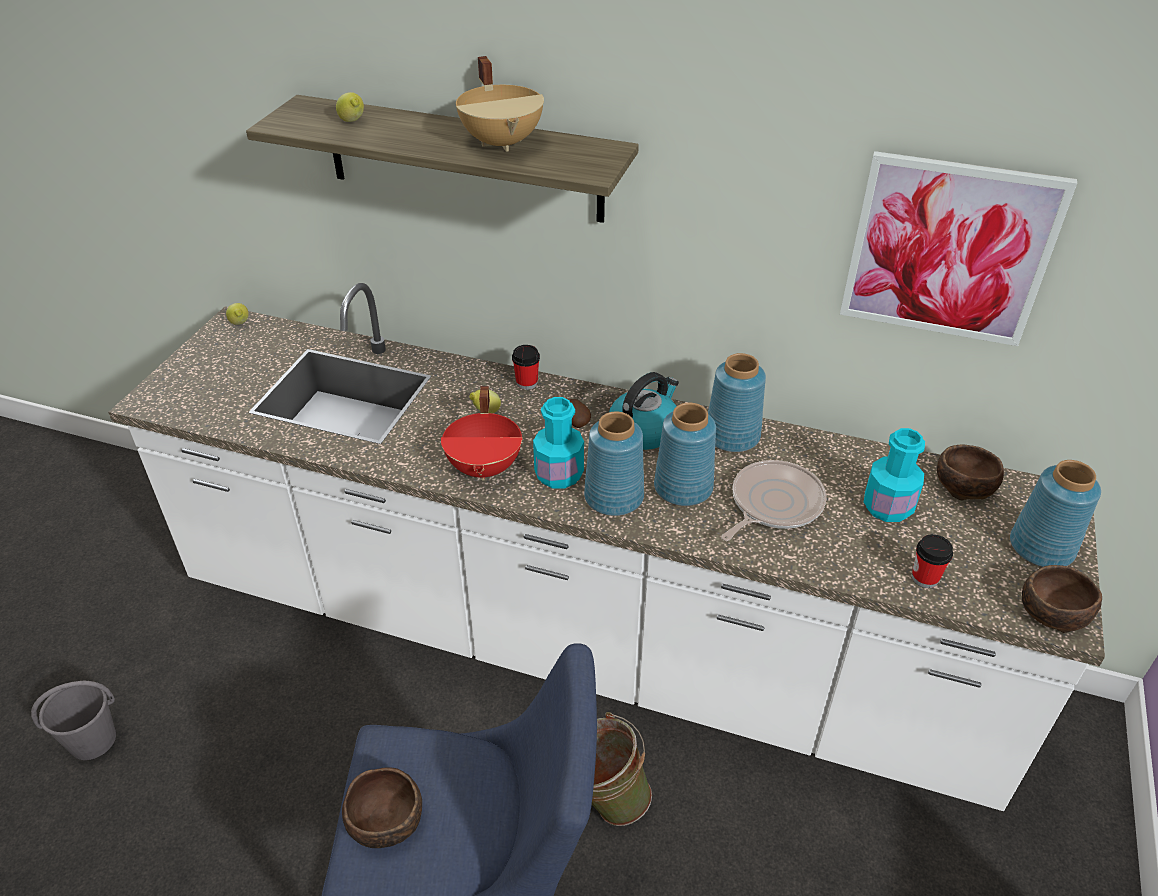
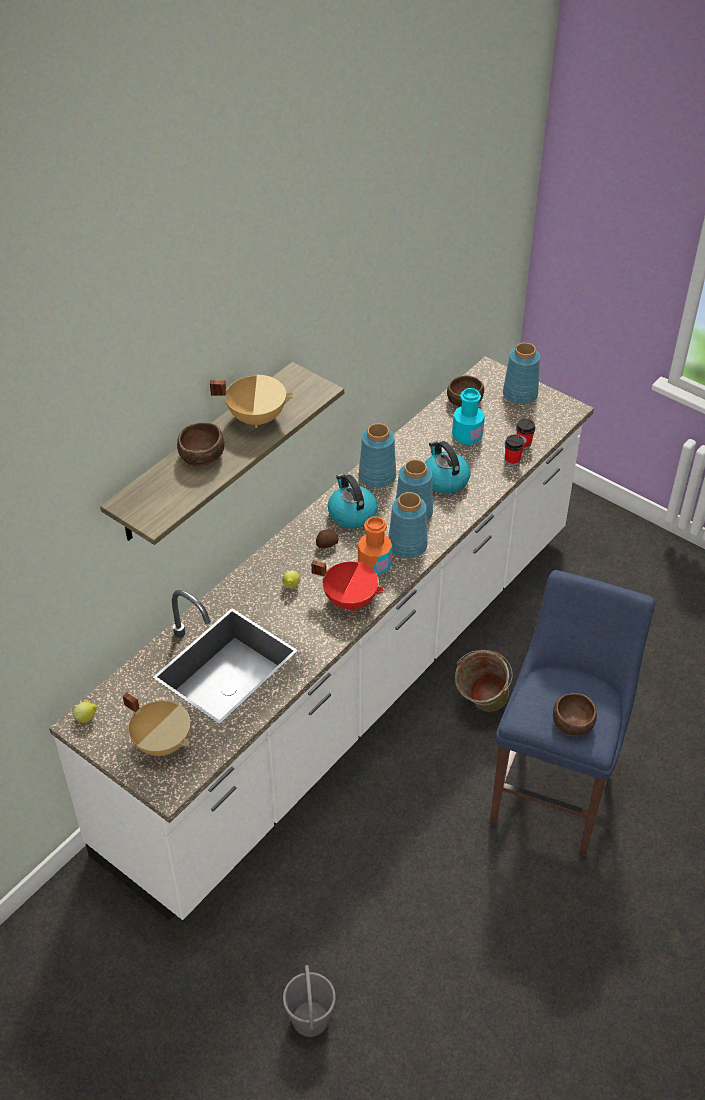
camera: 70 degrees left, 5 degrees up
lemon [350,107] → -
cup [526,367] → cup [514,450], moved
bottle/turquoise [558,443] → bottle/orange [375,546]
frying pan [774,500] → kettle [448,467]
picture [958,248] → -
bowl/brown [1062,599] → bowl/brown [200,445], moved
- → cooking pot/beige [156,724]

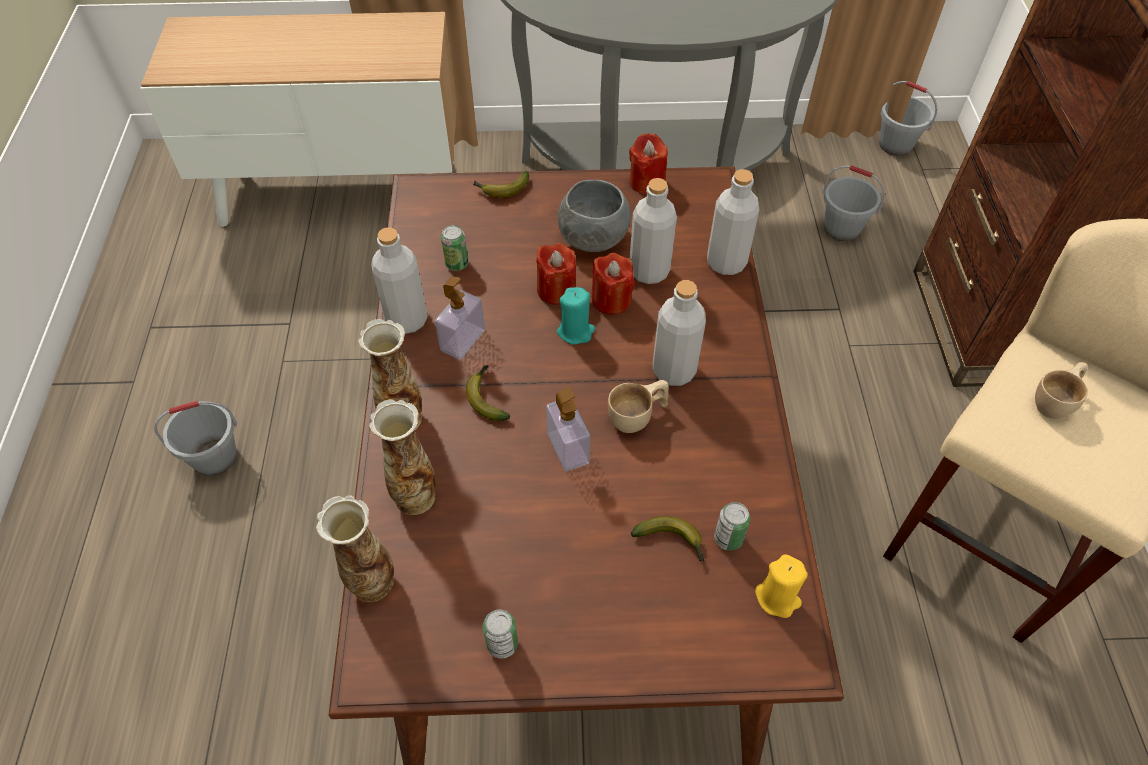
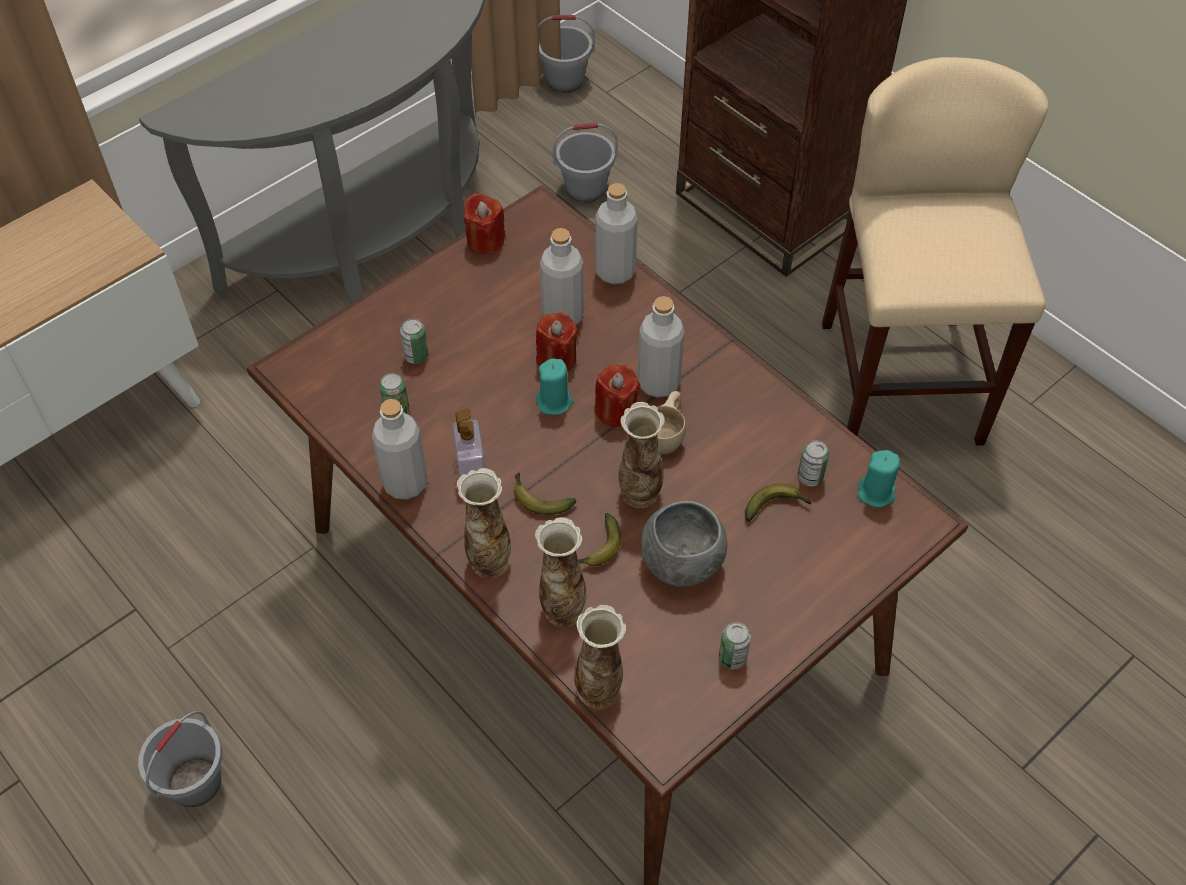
camera: 40 degrees left, 0 degrees up
banana [501,184] → banana [599,539], moved
candle/red [556,274] → candle/red [617,396], moved
soap dispenser [568,429] → vase [642,455]
bowl/grey [594,216] → bowl/grey [684,544], moved
candle/yellow [781,586] → candle/turquoise [879,478]
cup/beige [1061,390] → -
- → can [414,341]

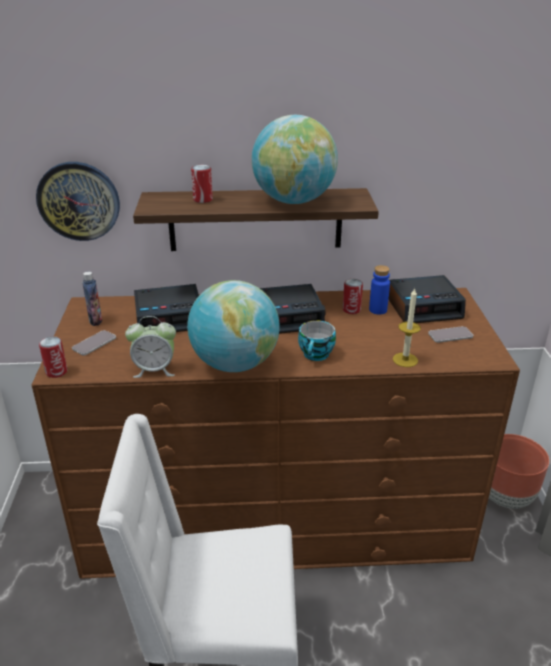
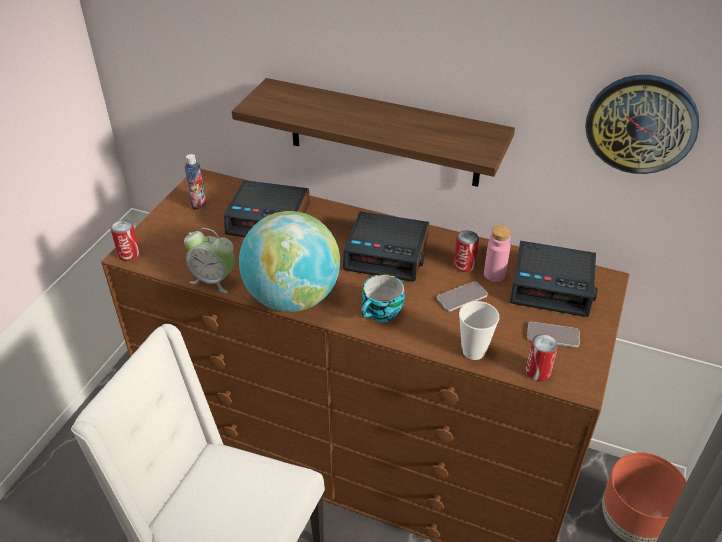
camera: 25 degrees right, 10 degrees up
wall clock [78,201] → wall clock [642,124], moved
phone [94,342] → phone [462,296], moved
can [202,184] → can [542,357], moved
globe [295,159] → -
bottle/blue [379,290] → bottle/pink [497,253]
candle [407,327] → cup [479,330]

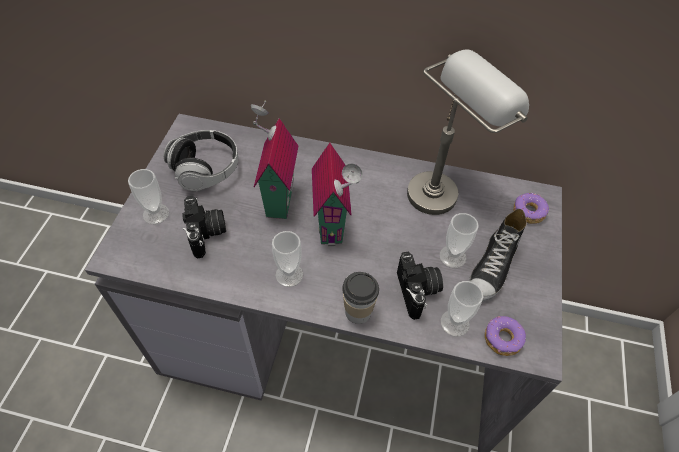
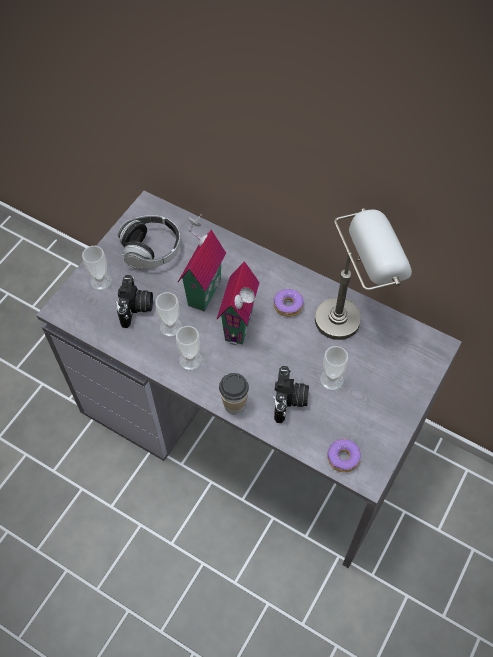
camera: 20 degrees right, 5 degrees up
cup [461,309] → cup [168,314], moved
shoe [498,255] → -
donut [531,208] → donut [288,303], moved

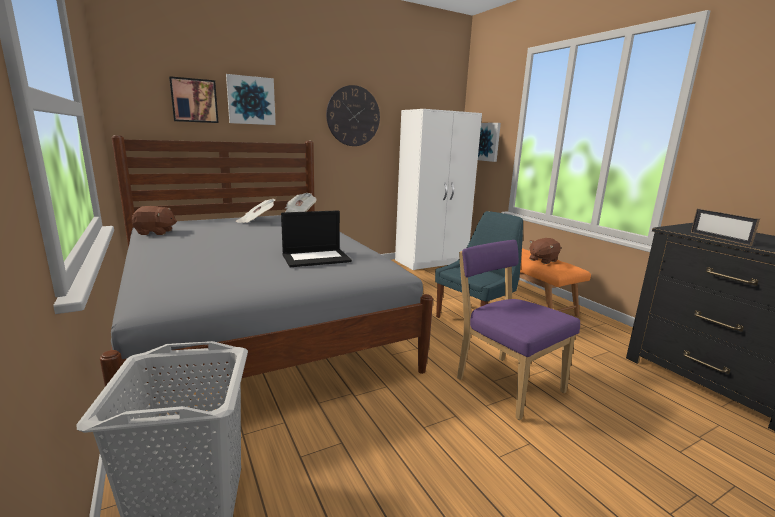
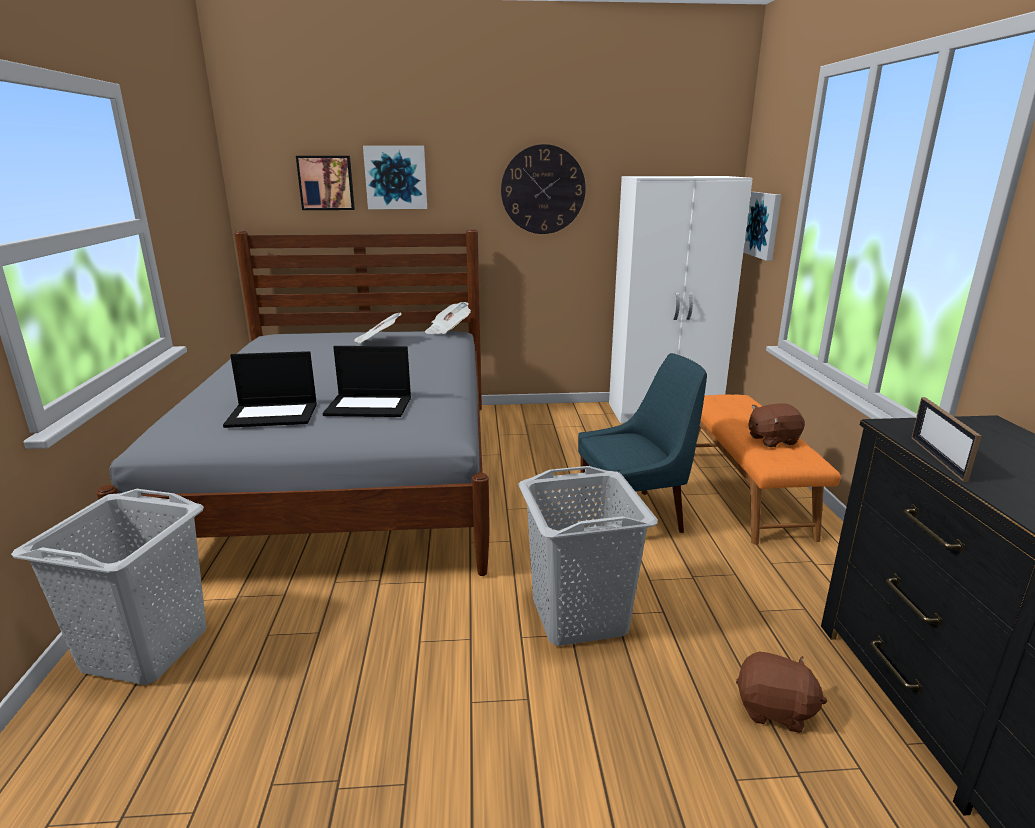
camera: 25 degrees right, 5 degrees up
plush toy/brown [154,220] → plush toy/brown [781,692], moved
chair/purple [518,330] → laundry basket/grey [588,556]
- → laptop [270,389]

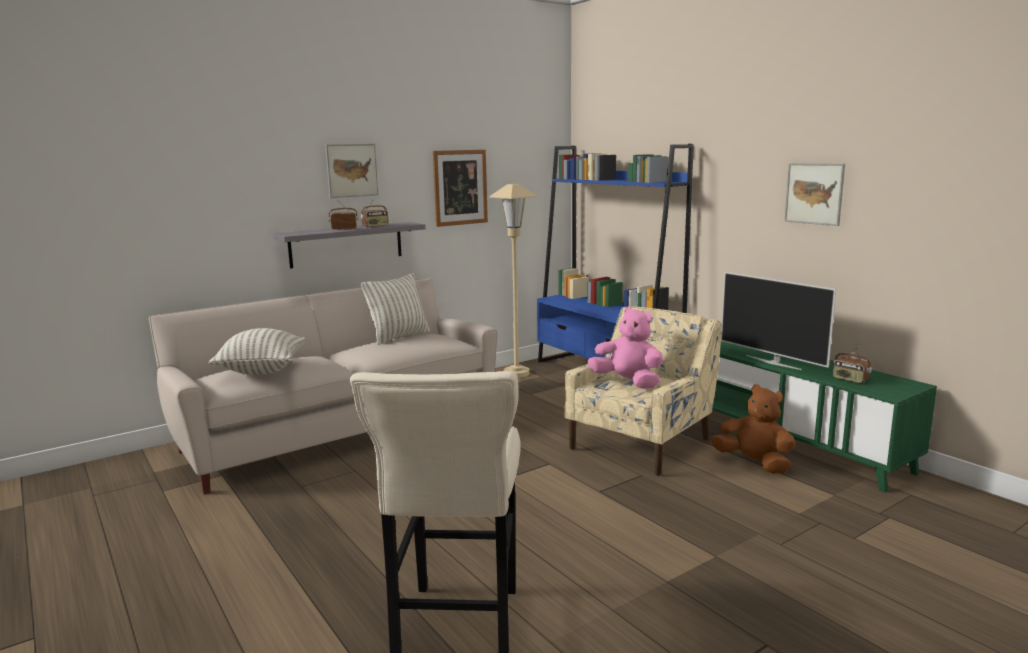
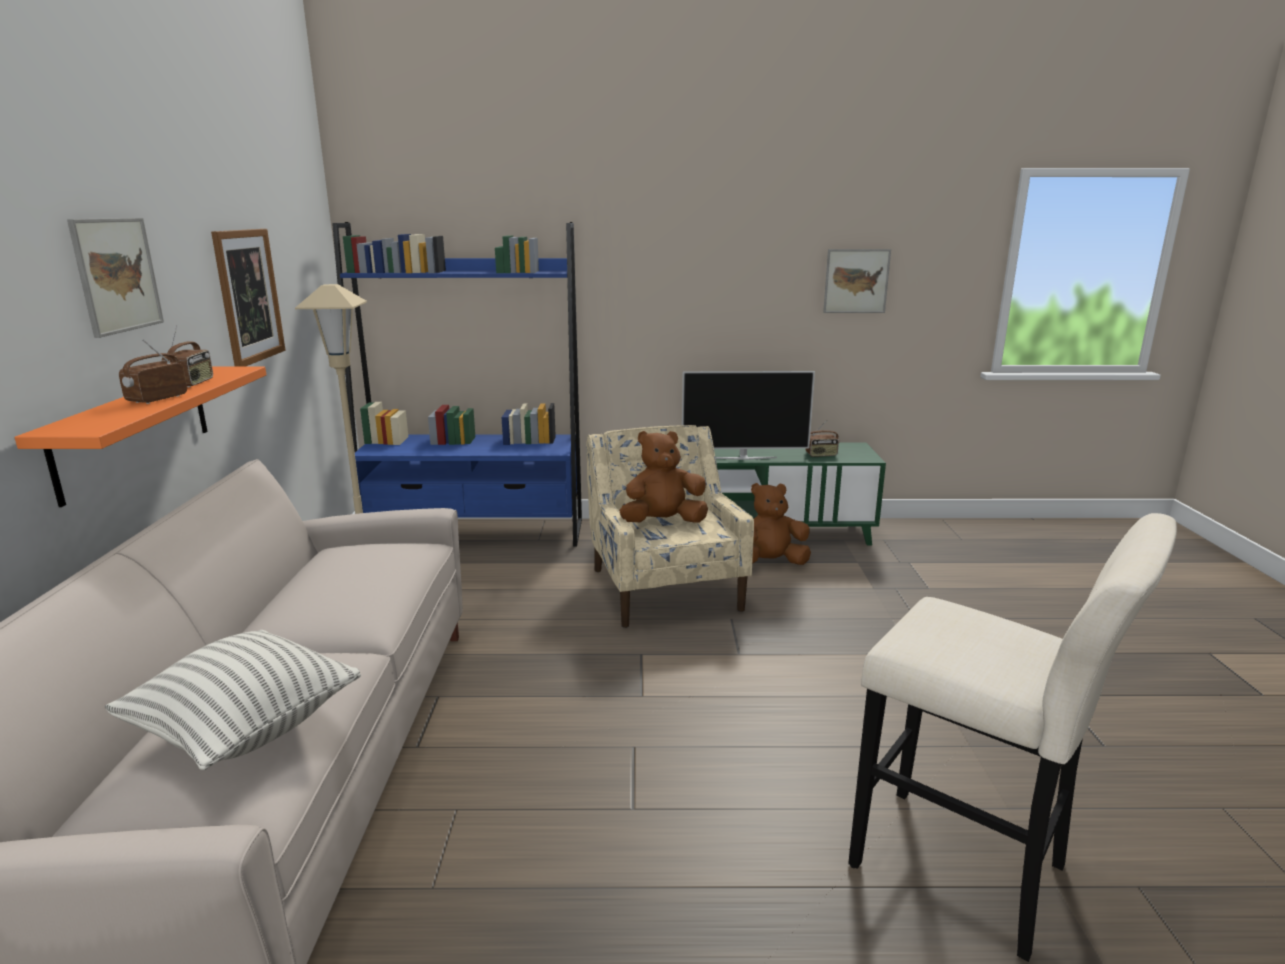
camera: 55 degrees left, 5 degrees up
shelf/grey [349,245] → shelf/orange [140,437]
pillow [395,309] → -
plush toy/pink [625,348] → plush toy/brown [663,477]
picture [814,194] → picture [857,281], moved

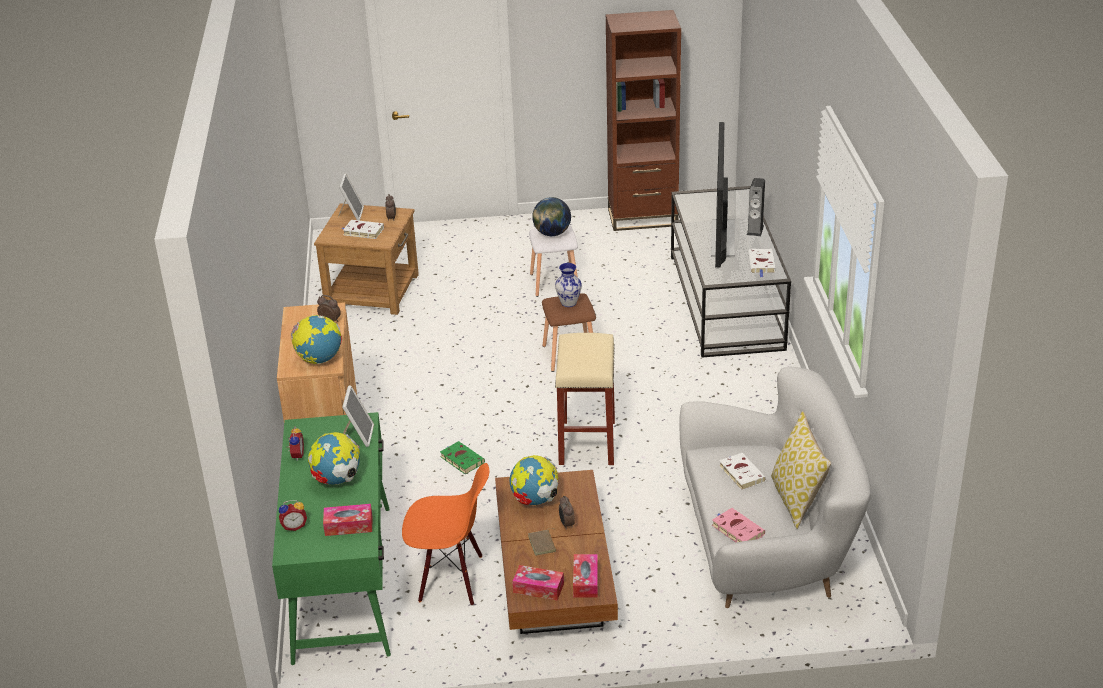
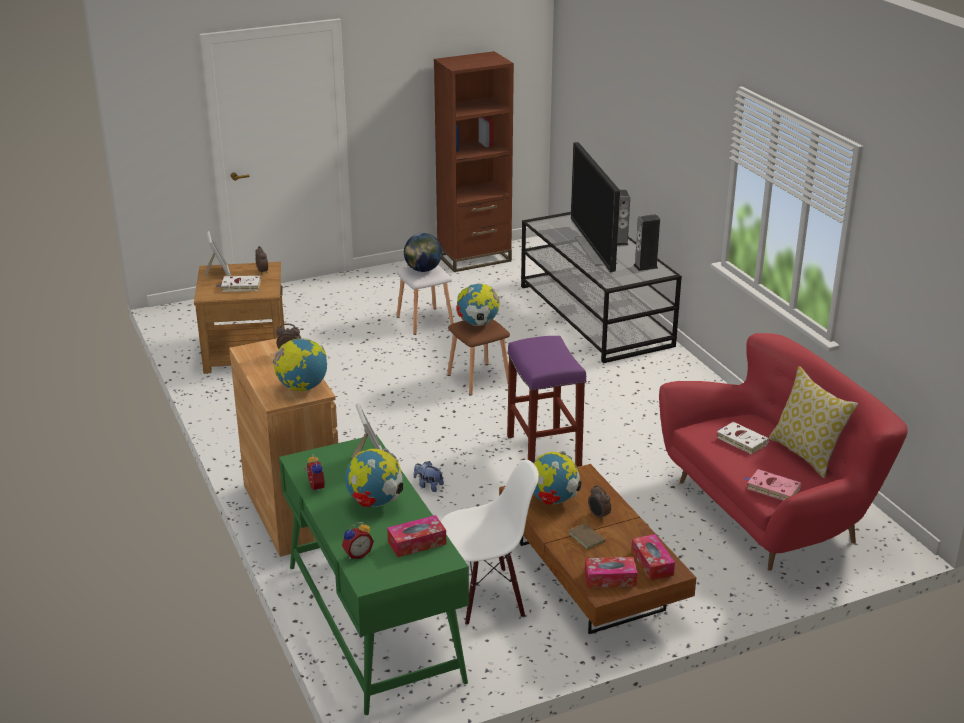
camera: 20 degrees left, 5 degrees down
chair/orange [445,534] → chair/white [490,542]
book/green [462,457] → plush toy [429,476]
vase [568,285] → globe [478,304]
stool/beige [585,399] → stool/purple [546,401]
sofa/white [775,487] → sofa/red [783,452]
book/white [761,263] → speaker [647,242]

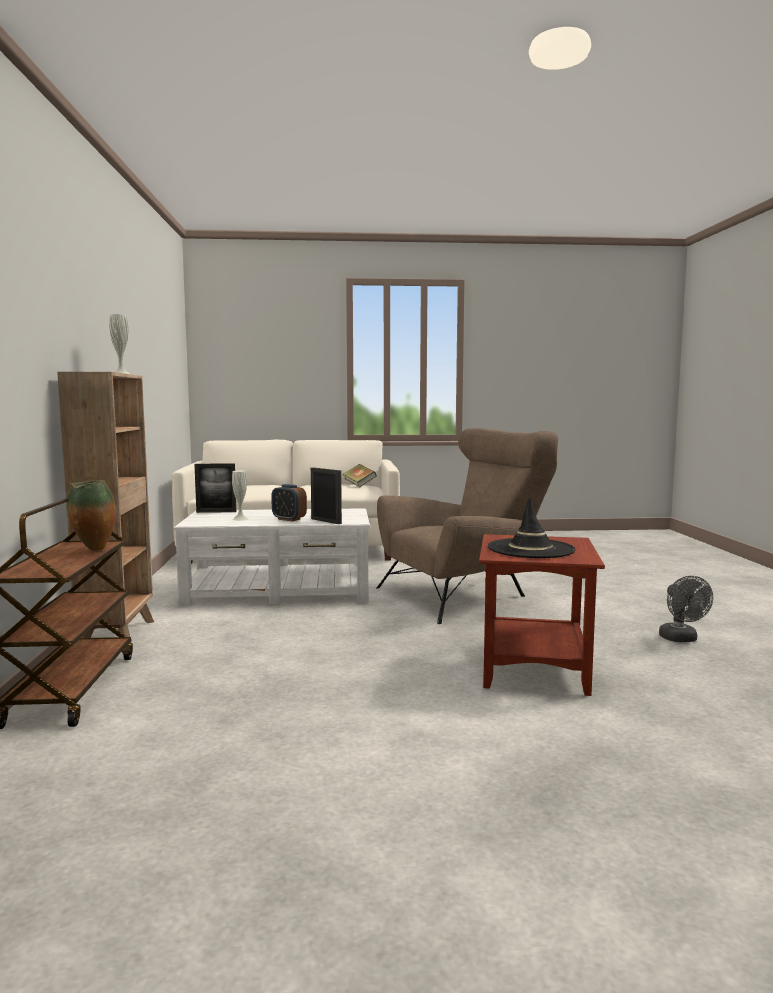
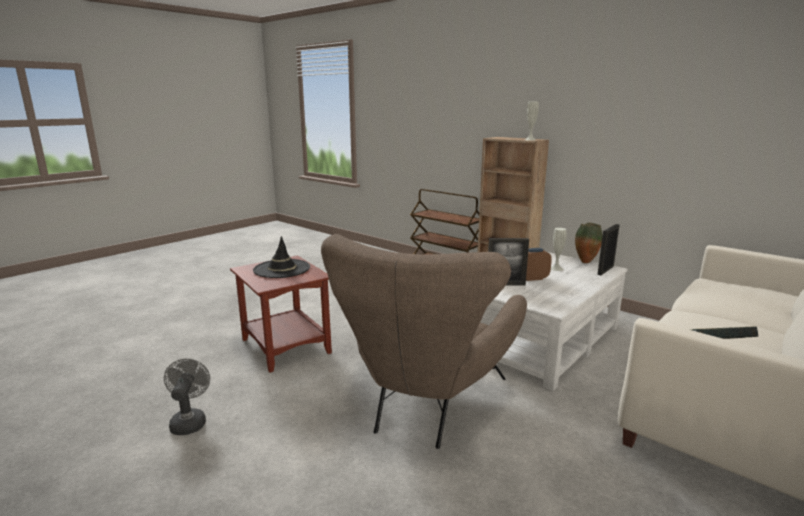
camera: 135 degrees right, 10 degrees up
vase [91,515] → vase [588,243], moved
fan/grey [686,609] → fan/grey [187,397], 45 degrees clockwise

